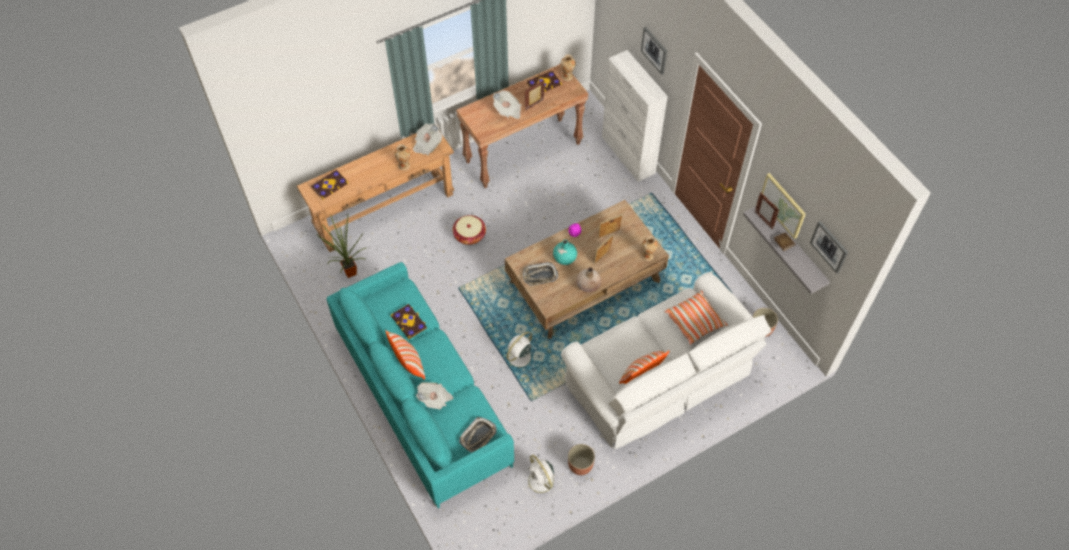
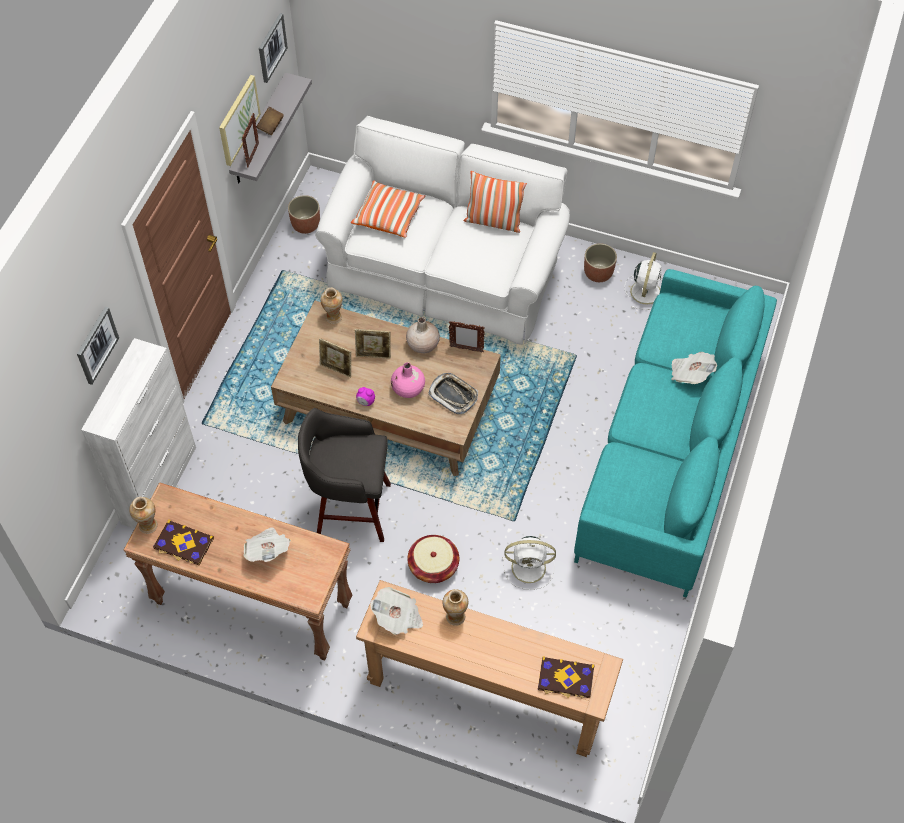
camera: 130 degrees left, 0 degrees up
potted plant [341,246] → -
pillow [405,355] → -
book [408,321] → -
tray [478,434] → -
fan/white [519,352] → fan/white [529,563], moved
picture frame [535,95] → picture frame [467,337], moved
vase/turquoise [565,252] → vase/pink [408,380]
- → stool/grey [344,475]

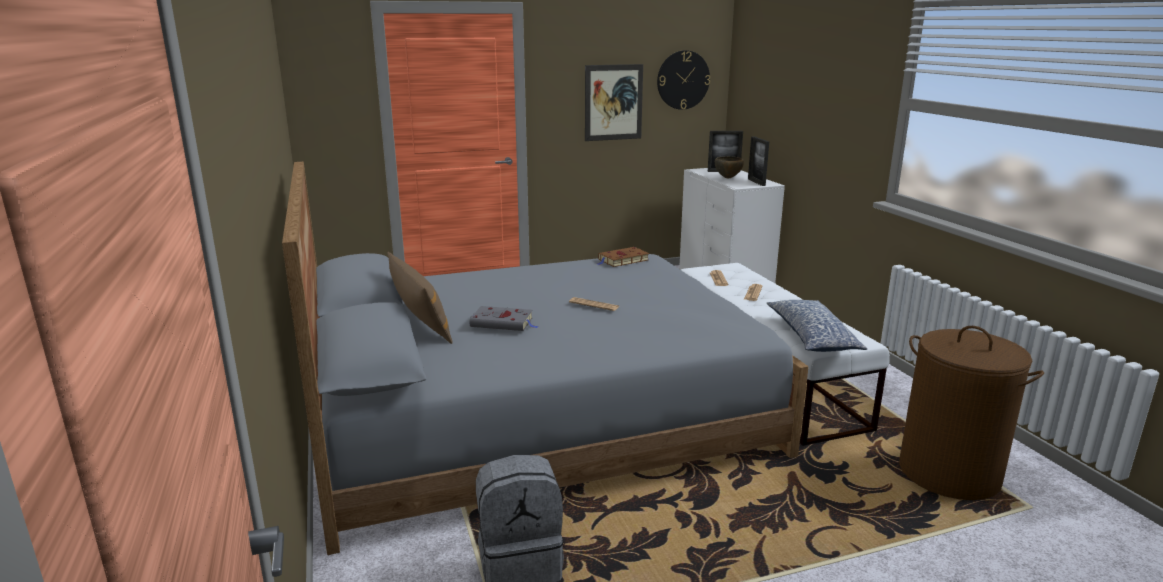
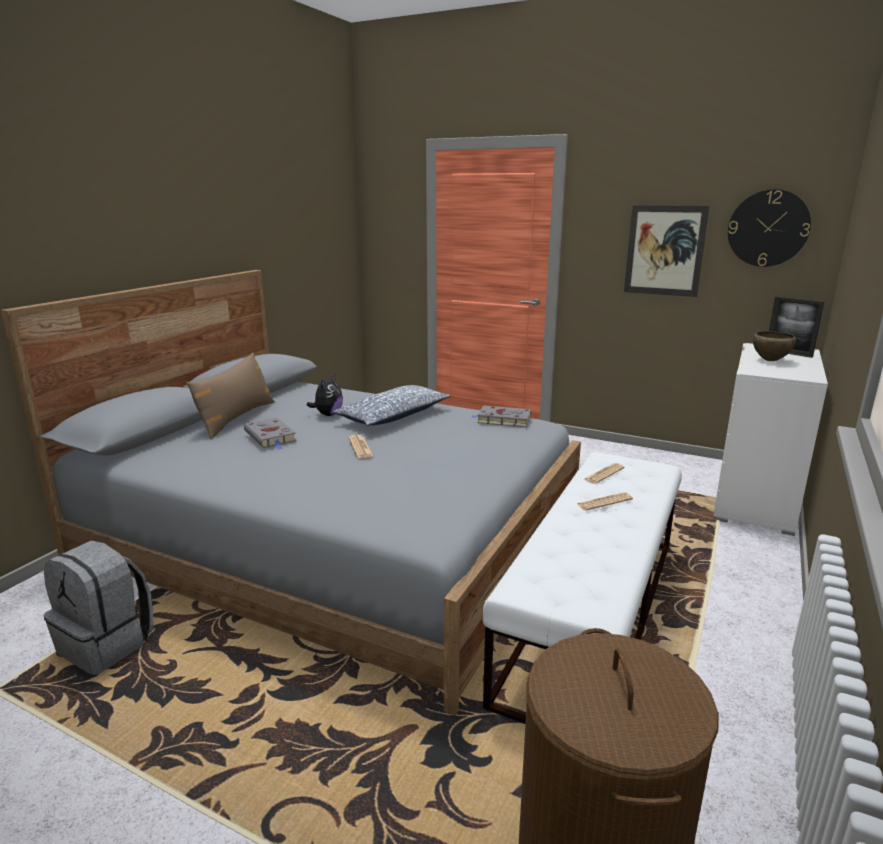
camera: 45 degrees right, 0 degrees up
book/brown [623,257] → book/grey [501,416]
picture frame [758,161] → -
pillow [817,326] → pillow [392,405], moved
- → plush toy [325,395]

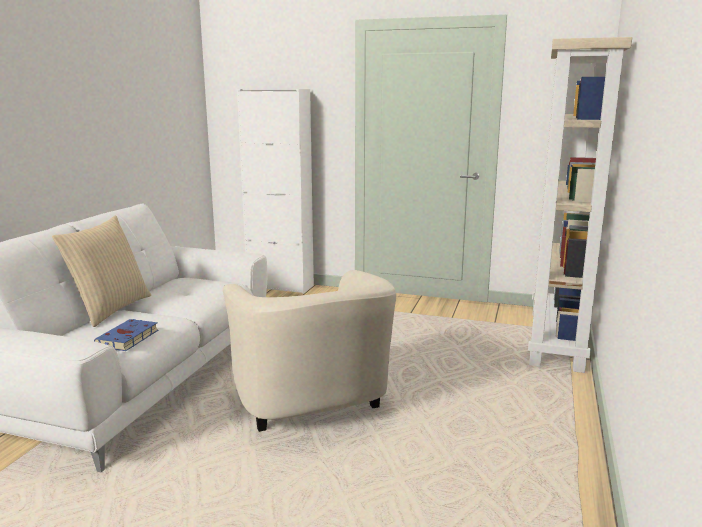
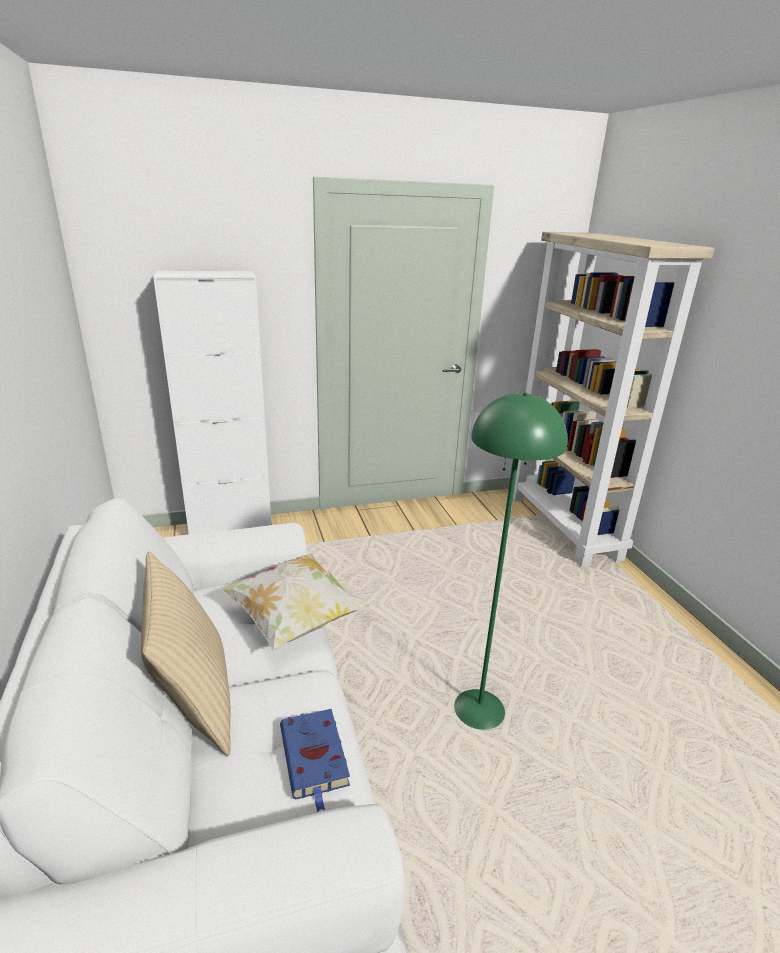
camera: 35 degrees left, 10 degrees up
armchair/beige [309,351] → floor lamp/green [511,561]
- → pillow [294,602]

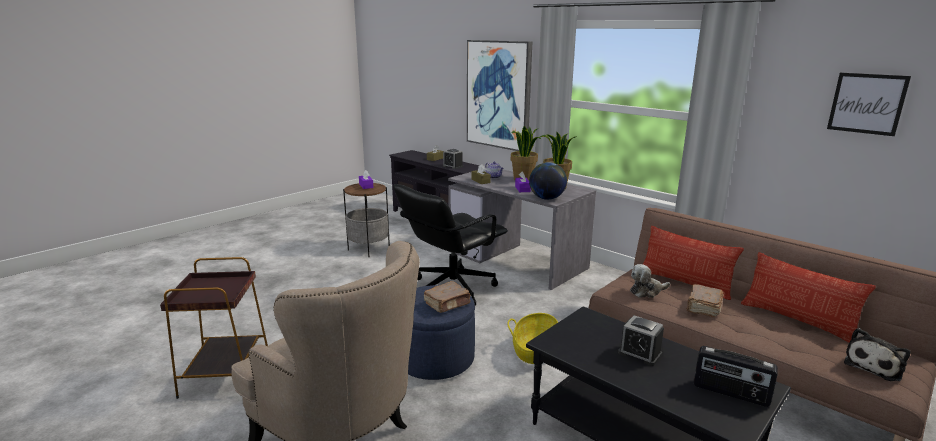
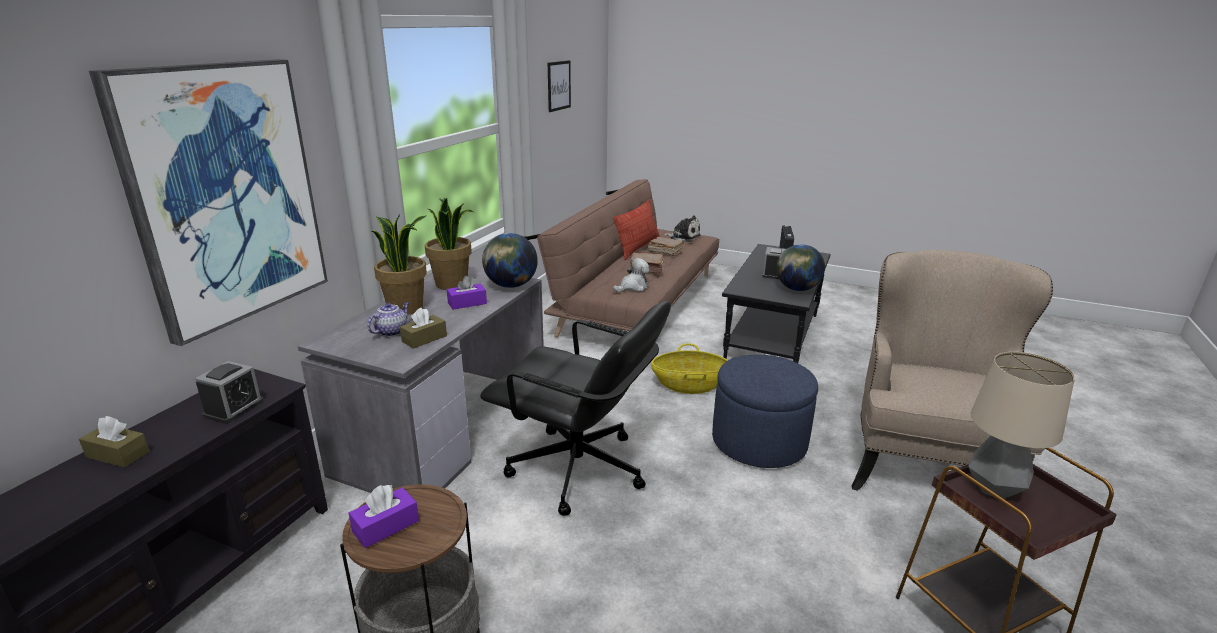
camera: 110 degrees left, 5 degrees up
book/brown [447,297] → book/brown [666,246], moved
plush toy [650,281] → plush toy [631,275], 90 degrees counterclockwise
pillow [693,263] → -
- → globe [800,267]
- → table lamp [1021,425]

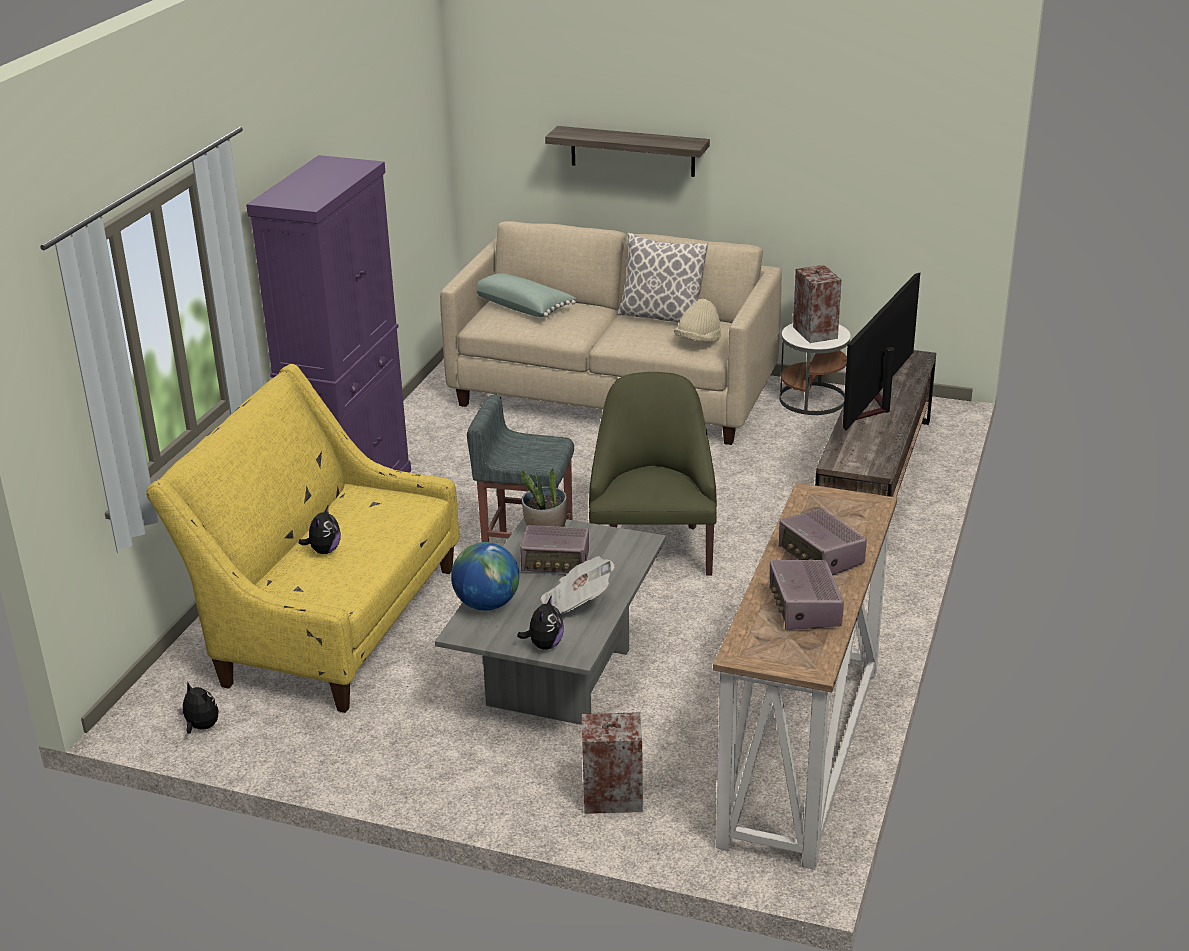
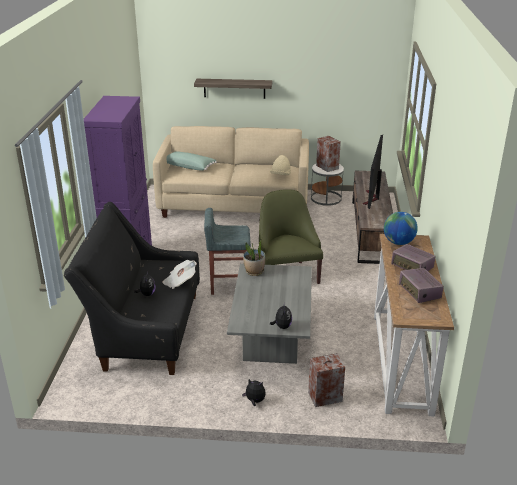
camera: 15 degrees left, 0 degrees up
sofa/yellow [302,538] → sofa/black [132,288]
plush toy [198,708] → plush toy [254,392], moved
globe [485,576] → globe [401,228], moved
radio [554,549] → -
newspaper [577,585] → newspaper [179,274], moved
pillow [662,278] → -

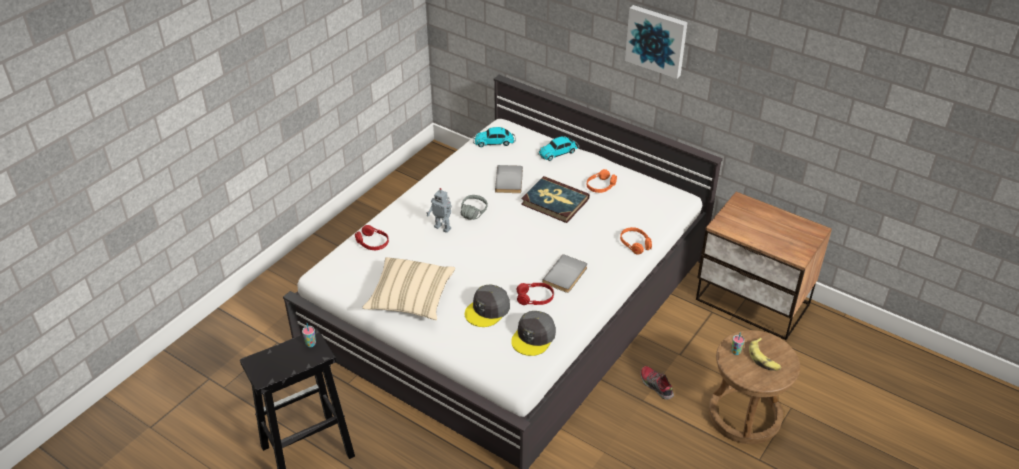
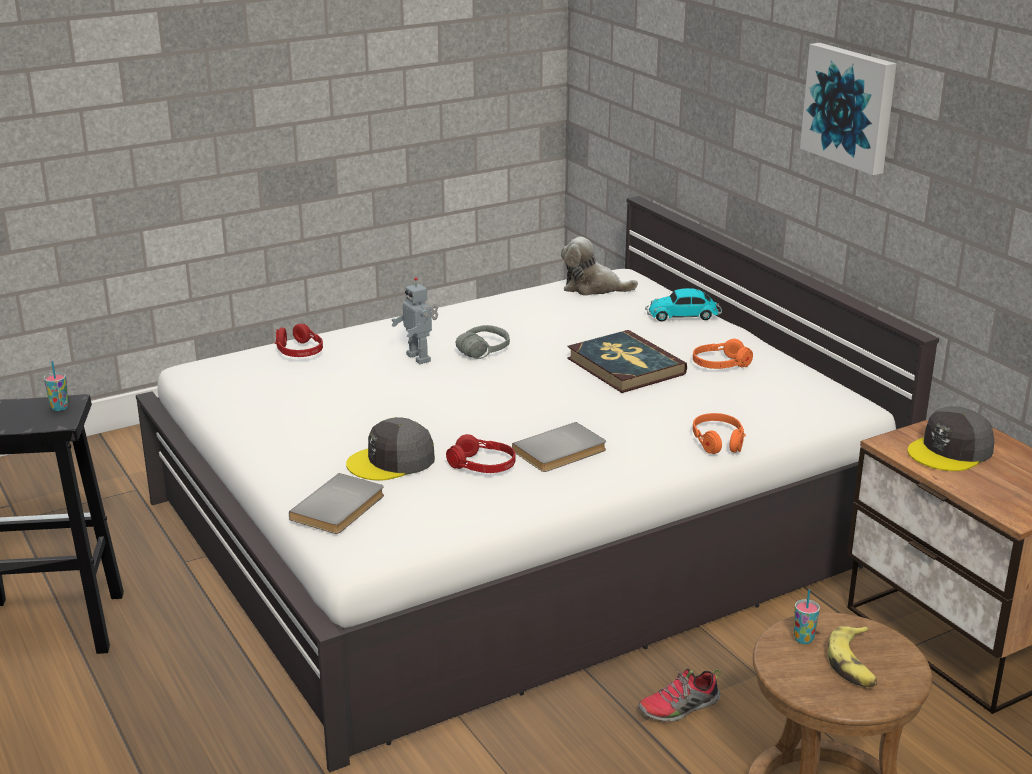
camera: 25 degrees right, 15 degrees down
pillow/beige [408,288] → -
toy car [494,137] → plush toy [599,266]
book/grey [509,179] → book/grey [336,503], moved
cap/grey [533,333] → cap/grey [951,438], moved
shoe [657,383] → shoe [679,695], 105 degrees counterclockwise

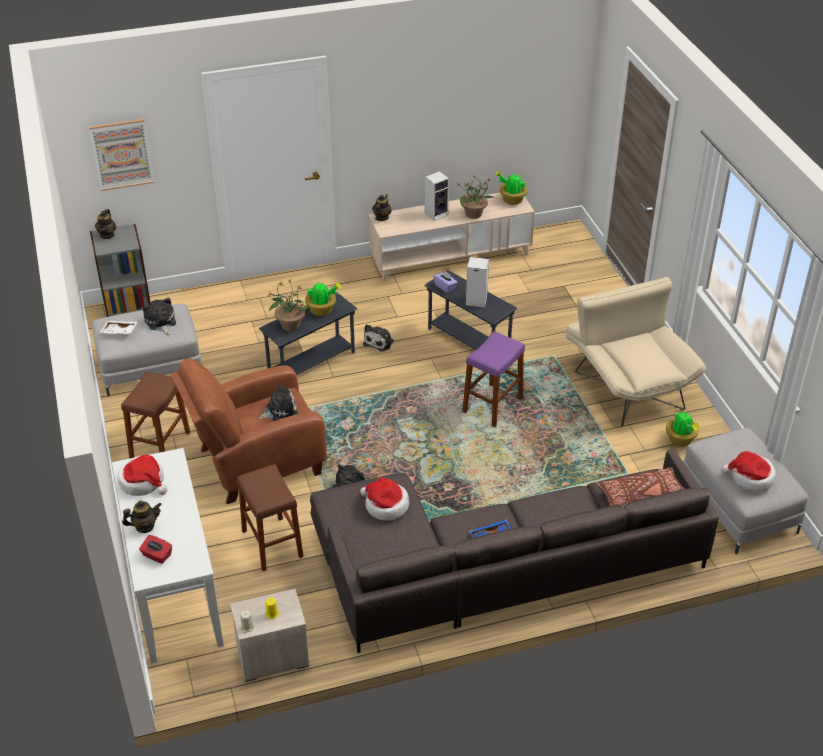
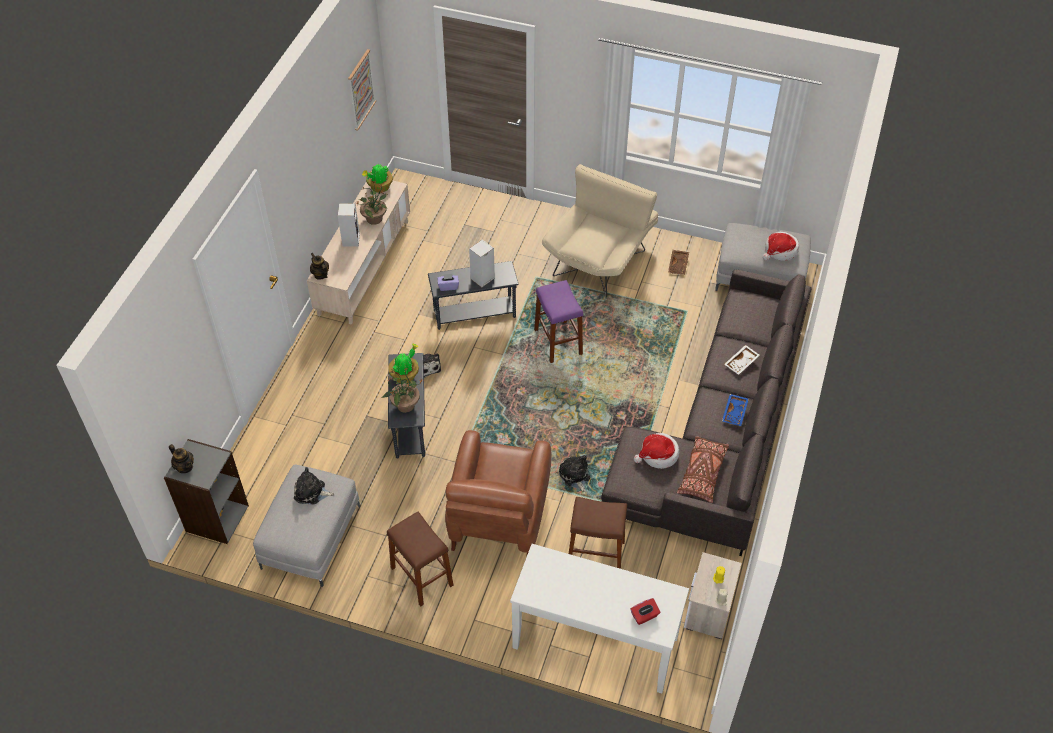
camera: 55 degrees left, 10 degrees up
picture [121,155] → picture [362,90], moved
tray/white [118,327] → tray/white [742,360], moved
hat [142,475] → -
teapot [142,516] → -
plush toy [278,402] → -
armchair/beige [636,352] → armchair/beige [600,231], 105 degrees clockwise
pillow/brown [639,487] → pillow/brown [703,469], moved
potted plant [682,428] → tray/brown [678,262]

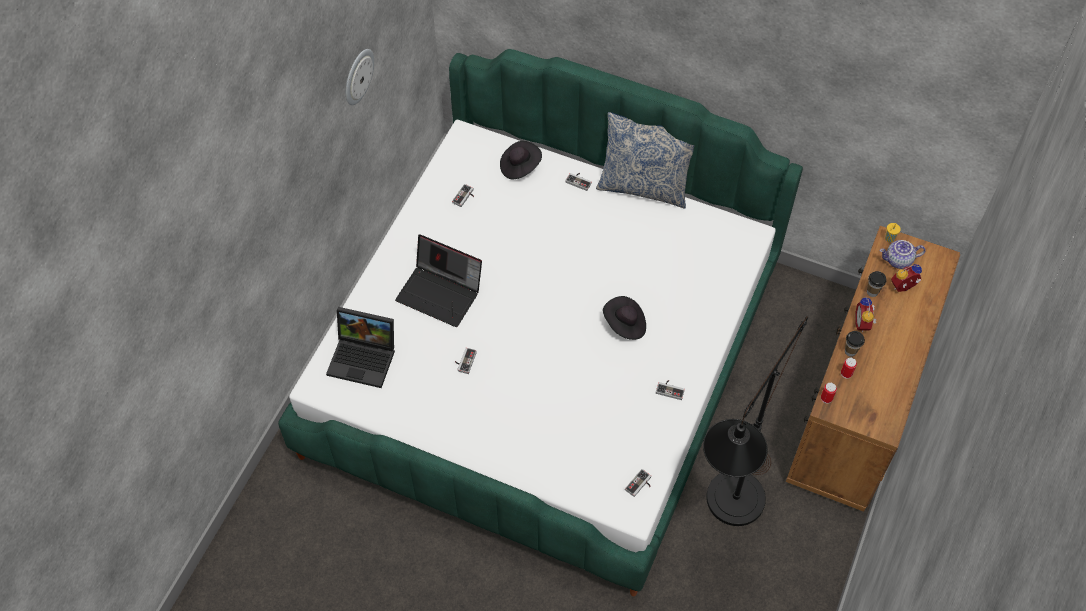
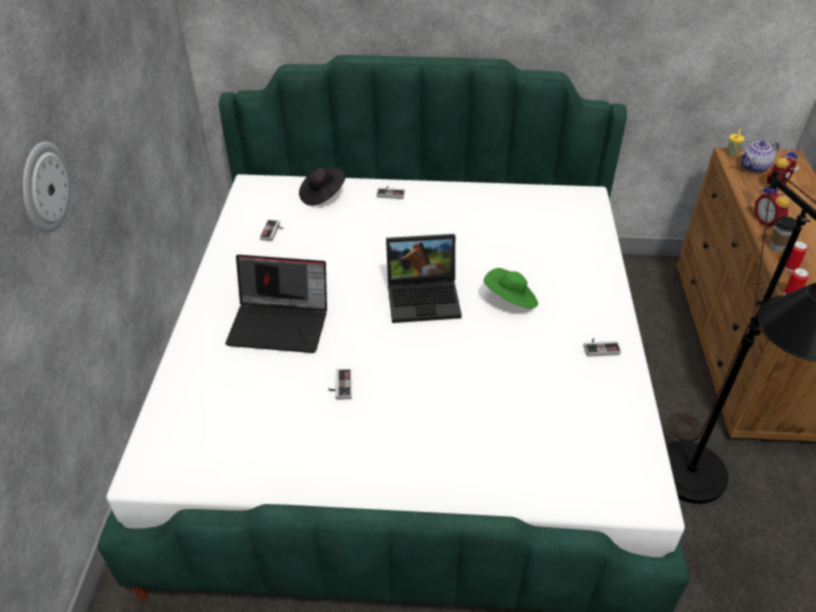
camera: 20 degrees left, 15 degrees down
laptop [360,347] → laptop [424,278], moved
wall clock [360,77] → wall clock [46,187], moved
pillow [645,160] → -
hat/black [624,318] → hat/green [511,288]
game controller [638,483] → -
cup [877,284] → -

